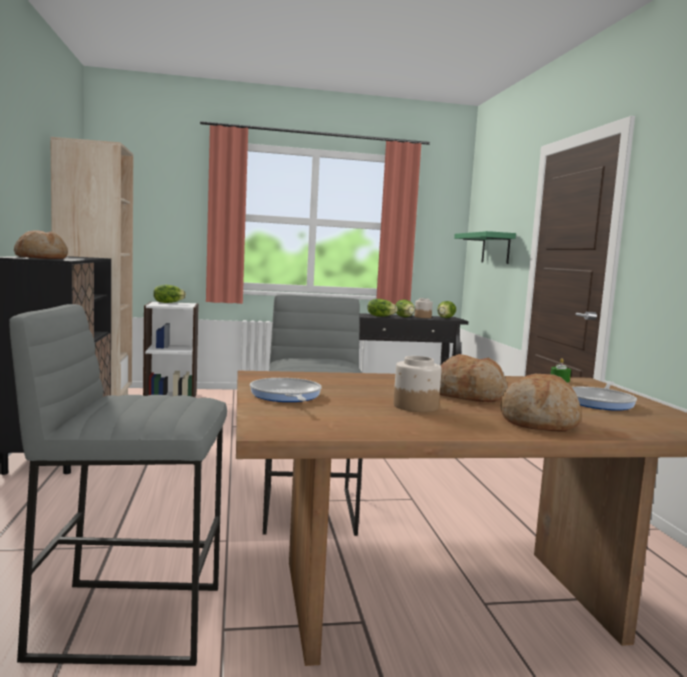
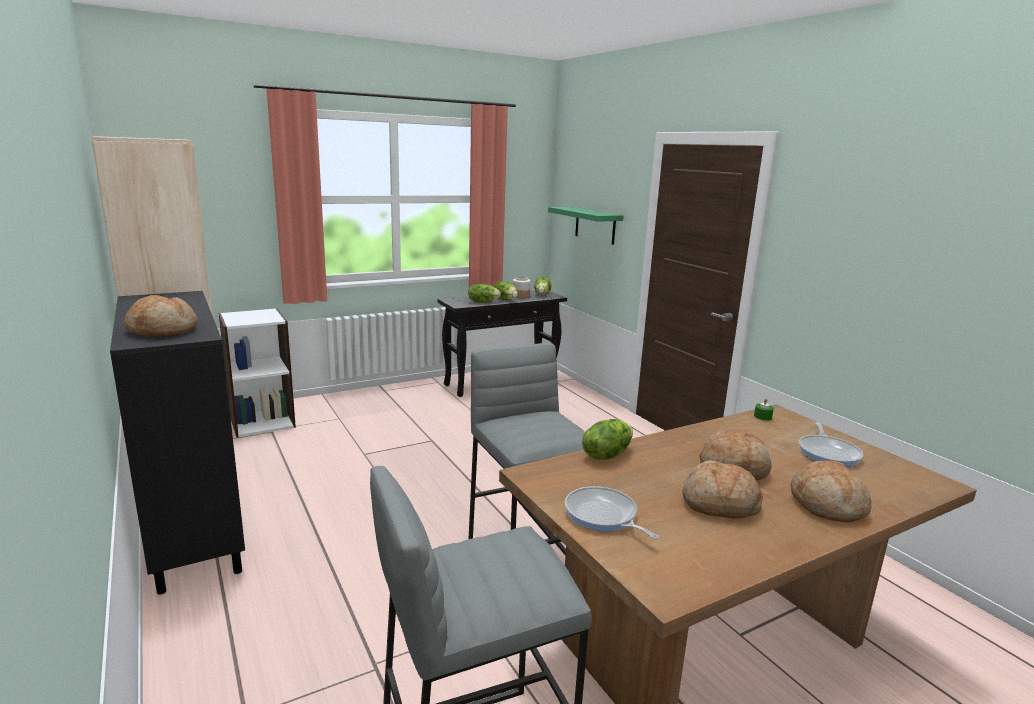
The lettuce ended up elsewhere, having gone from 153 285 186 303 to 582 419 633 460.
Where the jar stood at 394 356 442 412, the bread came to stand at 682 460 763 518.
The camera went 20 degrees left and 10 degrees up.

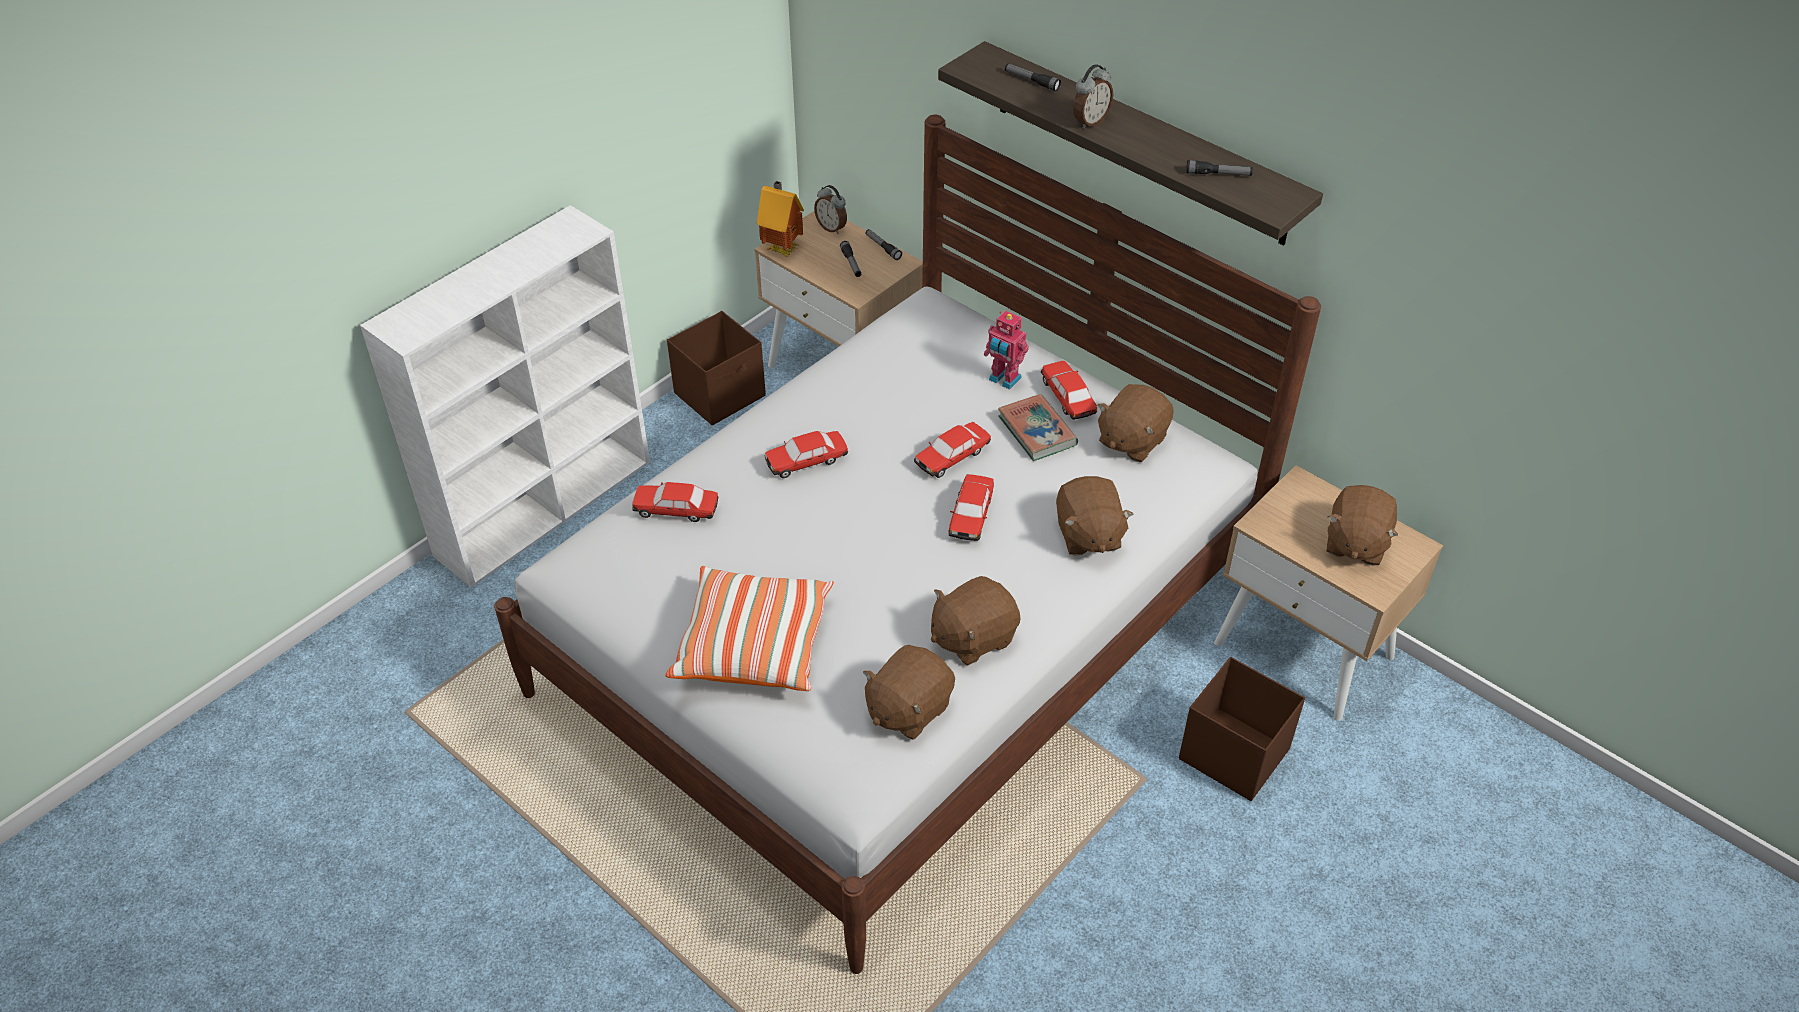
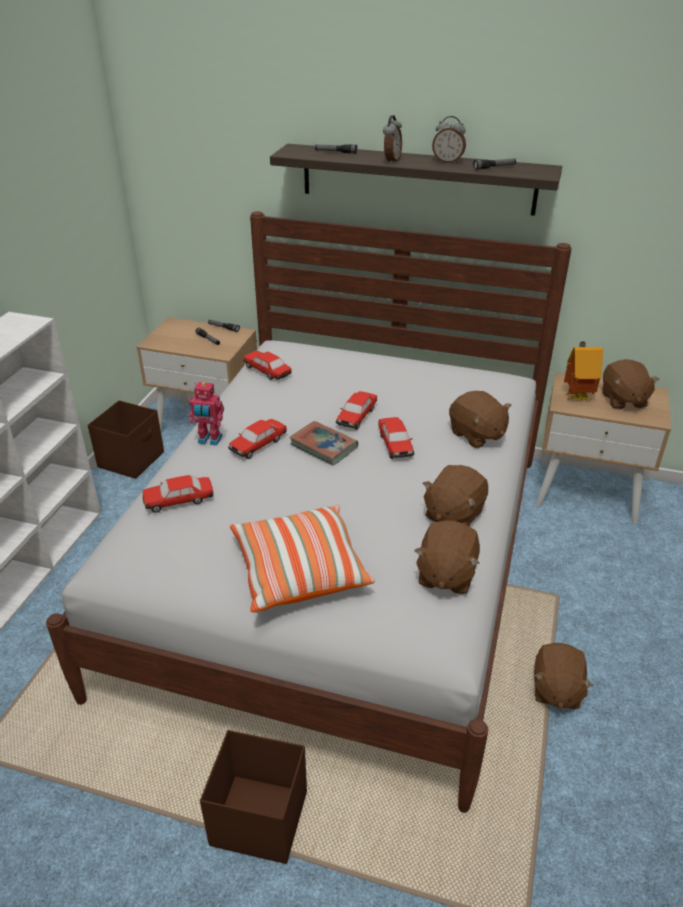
The toy house ended up elsewhere, having gone from 757 181 804 257 to 564 341 603 401.
The alarm clock ended up elsewhere, having gone from 814 185 847 234 to 432 116 466 164.
The toy robot ended up elsewhere, having gone from 984 310 1029 390 to 189 382 224 446.
The toy car ended up elsewhere, having gone from 1041 361 1097 420 to 243 351 292 380.
The plush toy (brown) ended up elsewhere, having gone from 1097 384 1174 462 to 534 643 593 709.
The book ended up elsewhere, having gone from 998 394 1078 461 to 289 421 358 466.
The storage box (brown) ended up elsewhere, having gone from 1179 657 1305 801 to 200 730 307 864.
The camera went 25 degrees left and 10 degrees down.

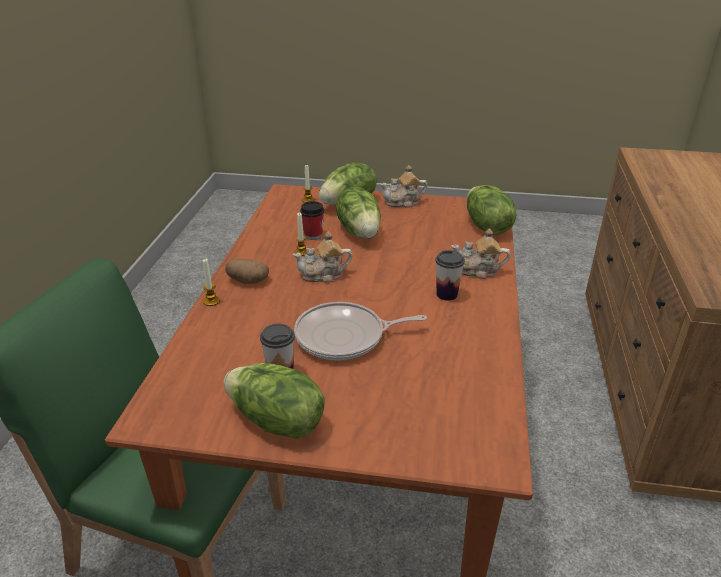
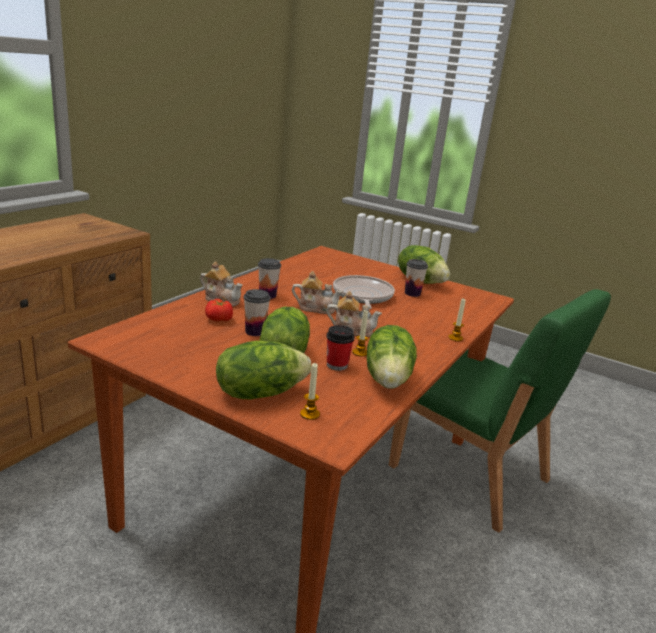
The teapot ended up elsewhere, having gone from 380 165 427 207 to 292 271 343 314.
The lettuce ended up elsewhere, having gone from 467 185 517 235 to 367 325 417 389.
The second view lost the potato at 225 259 269 284.
The frying pan at 294 302 427 360 ended up facing another way, 105 degrees counterclockwise from before.
The second view gained the cup at 244 289 271 336.
The second view gained the tomato at 205 299 233 321.
The camera went 160 degrees left and 10 degrees down.

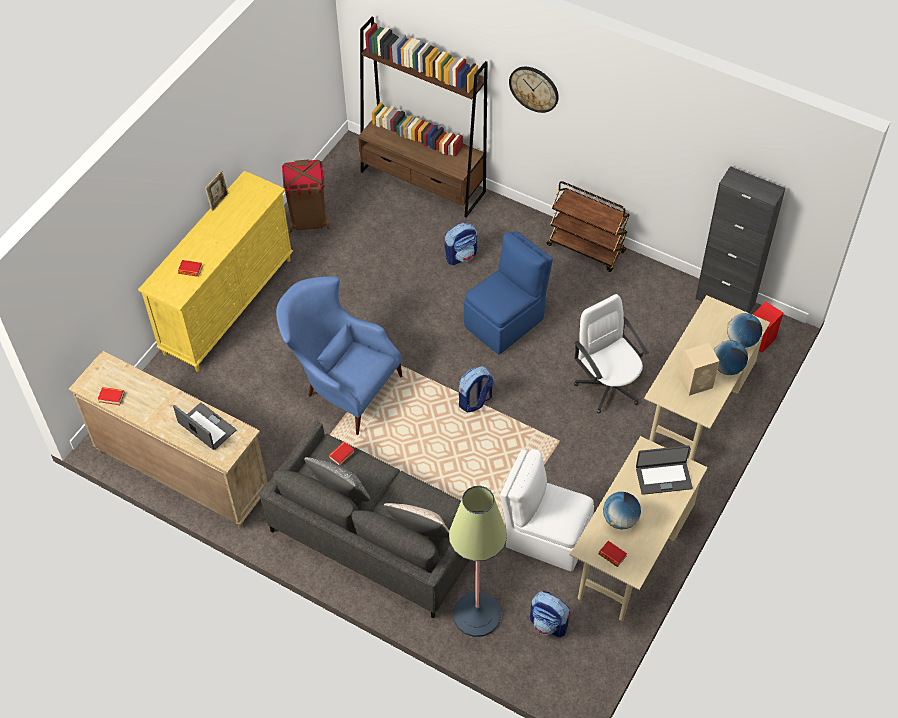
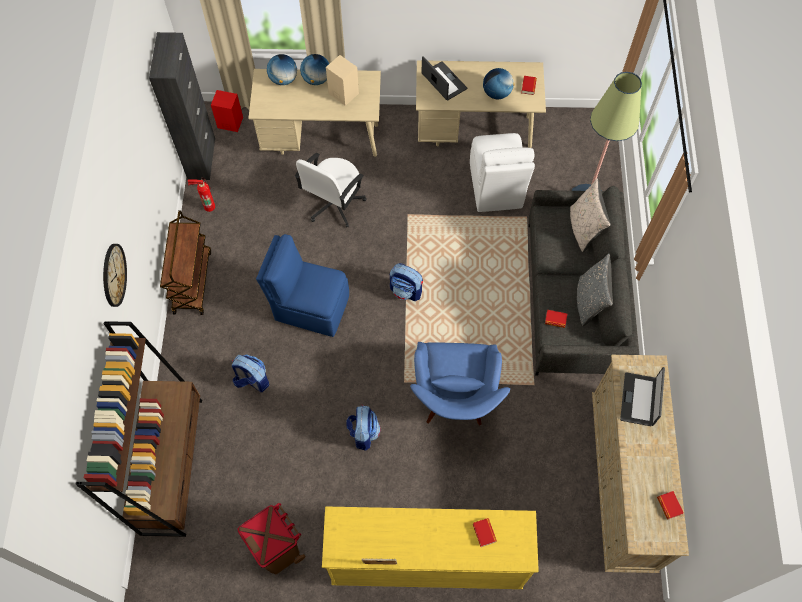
The backpack ended up elsewhere, having gone from 530 591 570 637 to 346 405 381 451.
The second view gained the fire extinguisher at 188 178 215 212.
The camera went 120 degrees left and 10 degrees up.

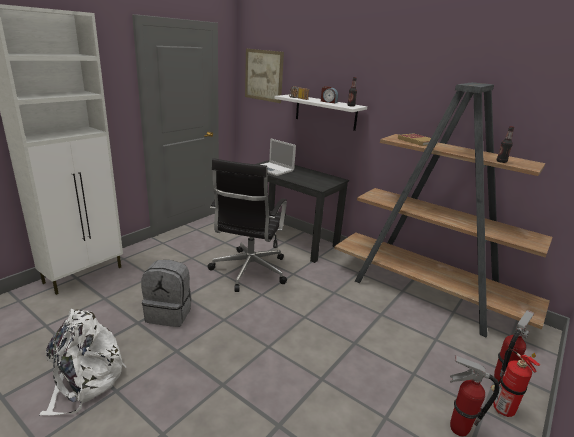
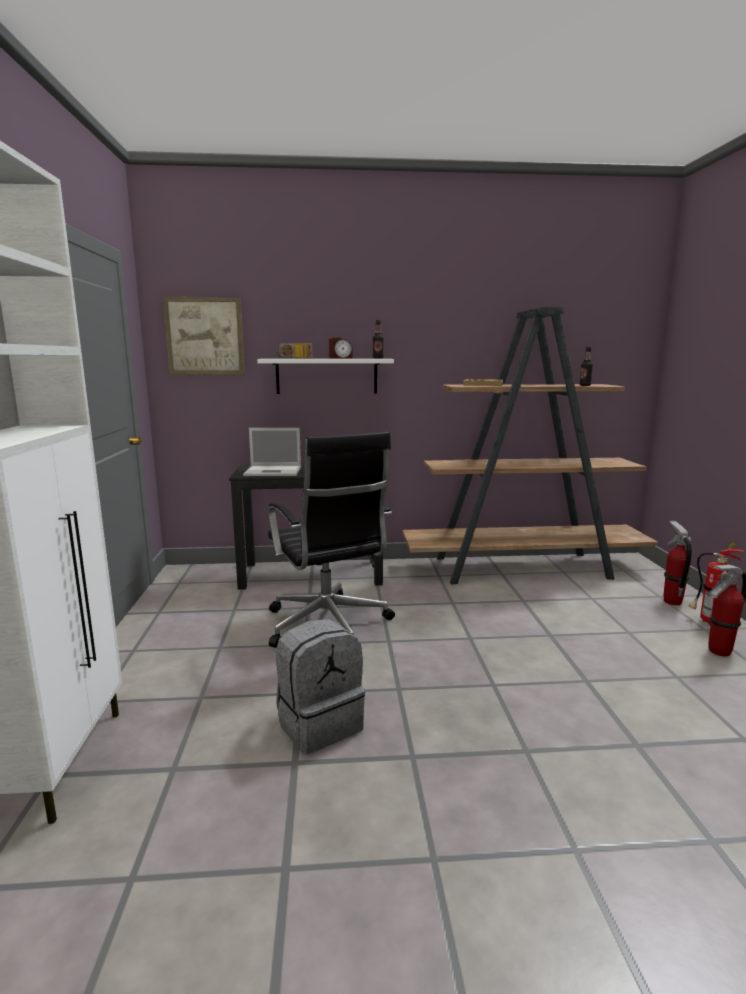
The second view lost the backpack (white) at 39 309 126 416.
The camera went 40 degrees left and 10 degrees down.

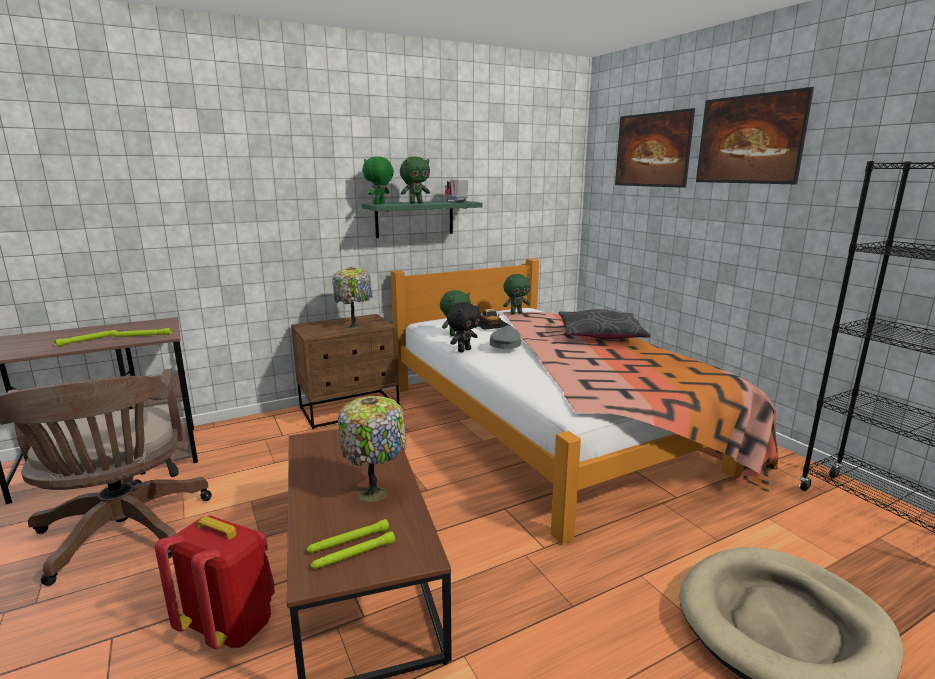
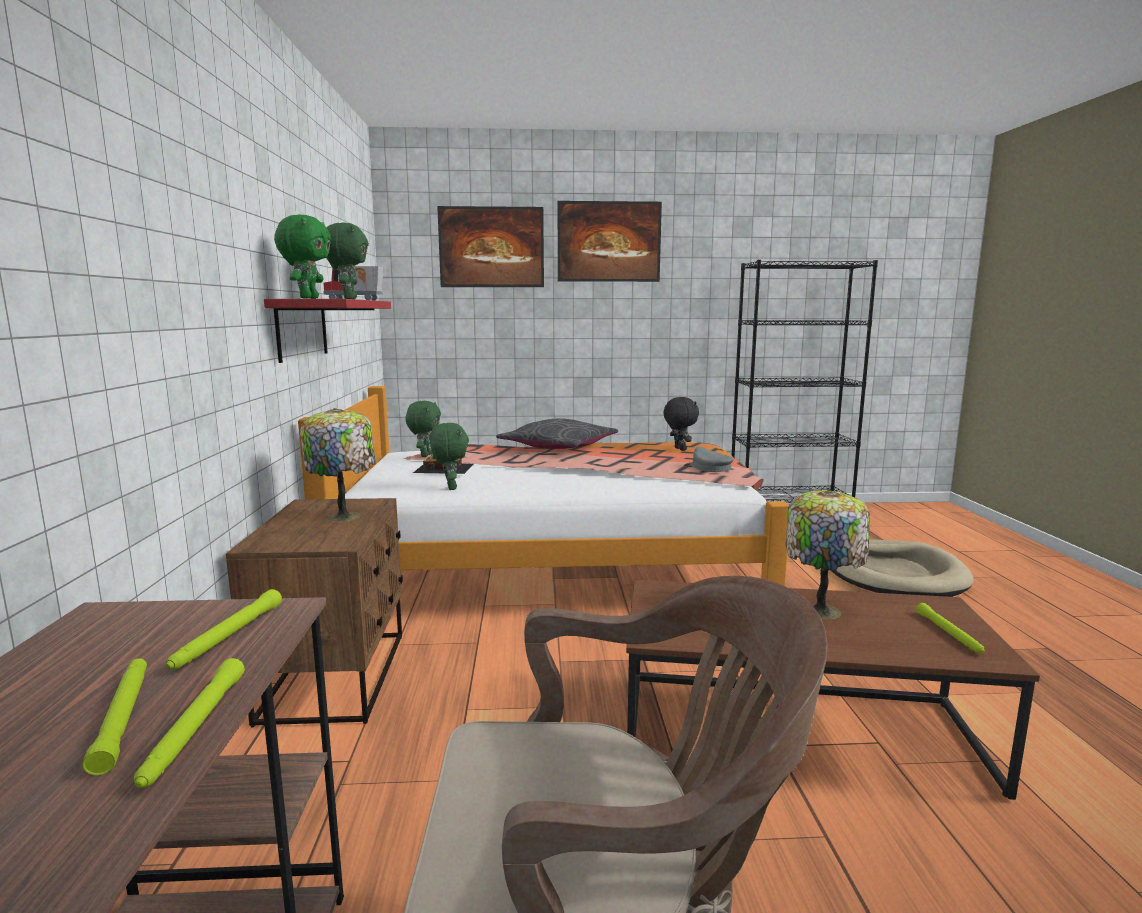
The plush toy (green) at 363 156 394 204 ended up facing another way, 135 degrees counterclockwise from before.
What was the shelf (green) at 362 201 482 238 turned into the shelf (red) at 264 299 391 363.
The plush toy (black) ended up elsewhere, having gone from 447 302 481 352 to 663 397 699 451.
The cap (grey) ended up elsewhere, having gone from 490 325 522 349 to 684 447 734 472.
The second view lost the backpack (red) at 155 516 275 649.
The flashlight (green) ended up elsewhere, having gone from 307 519 389 553 to 134 658 245 788.
The camera went 65 degrees left and 5 degrees down.

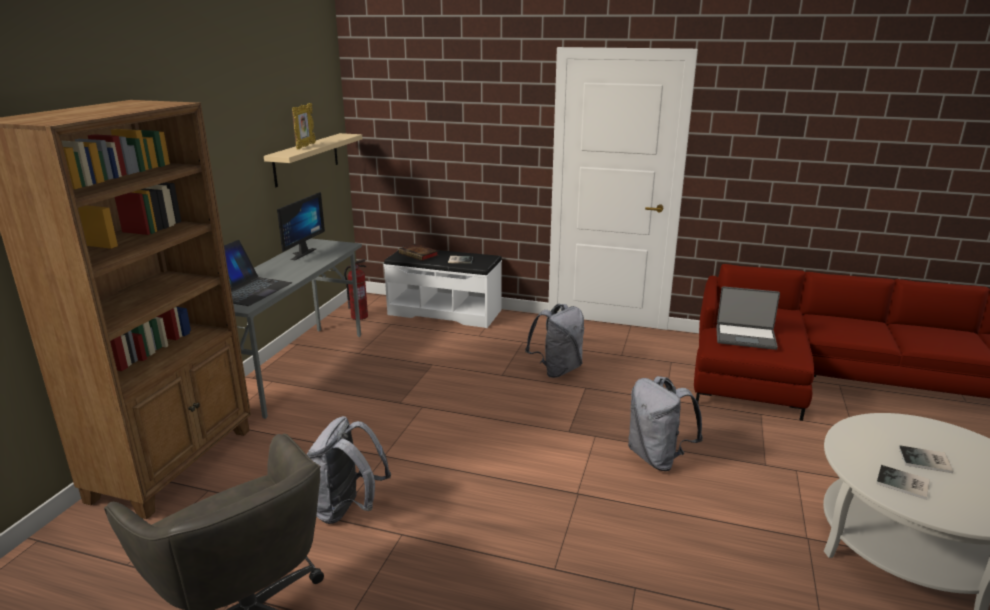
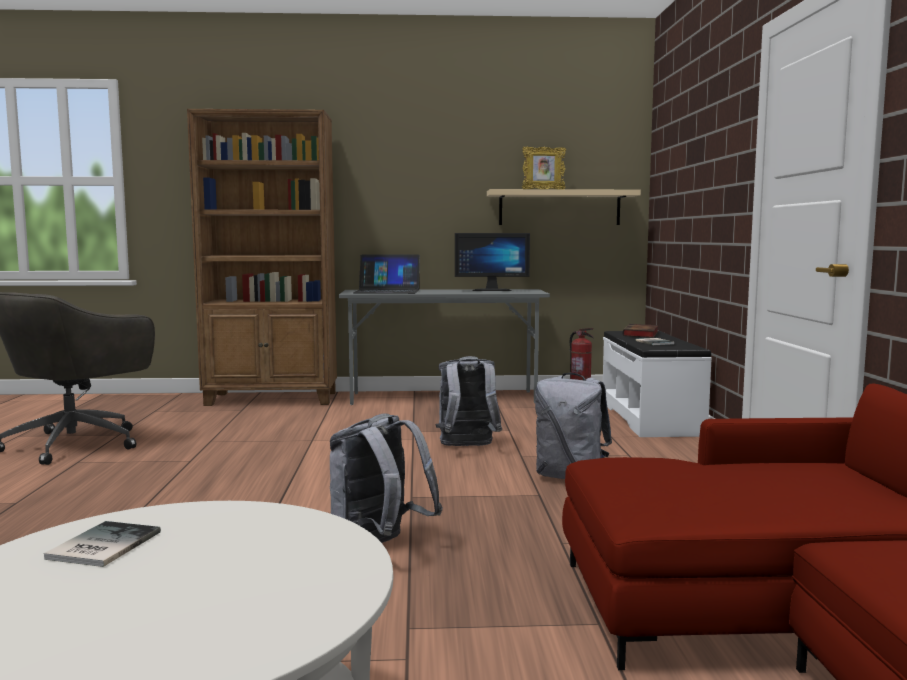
The second view lost the laptop at 716 286 780 350.
The backpack (grey) ended up elsewhere, having gone from 306 416 391 524 to 435 356 502 446.
The second view lost the book at 899 445 953 473.
The camera went 70 degrees right and 15 degrees down.

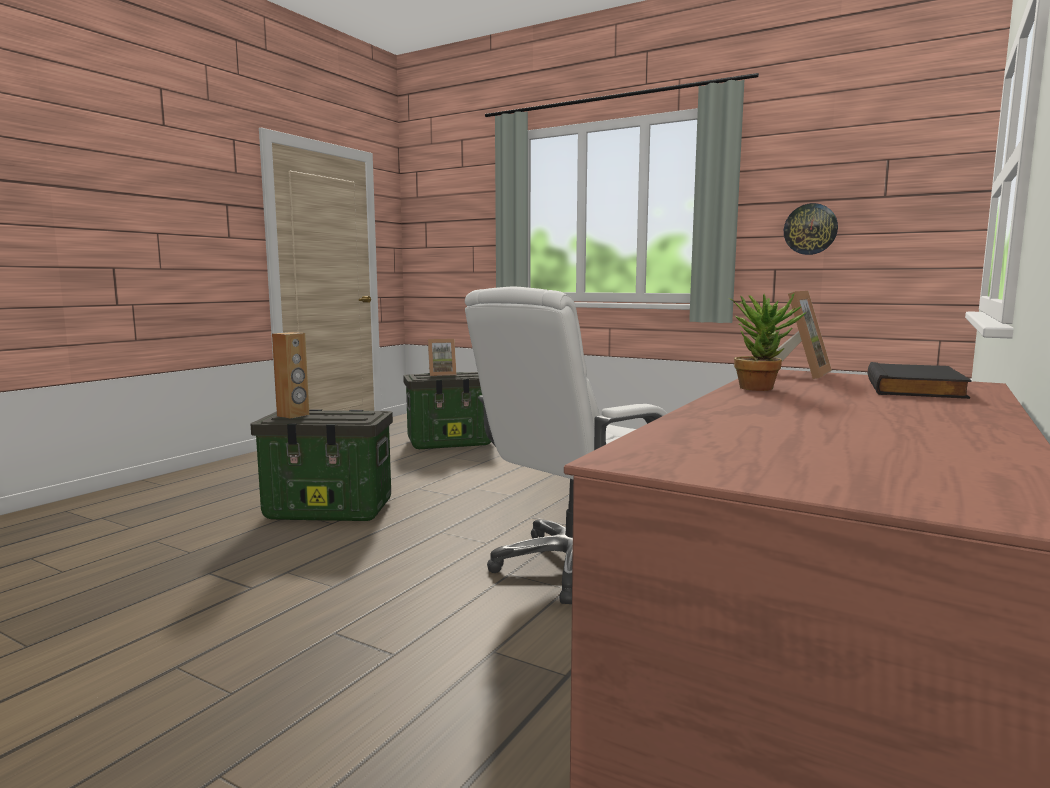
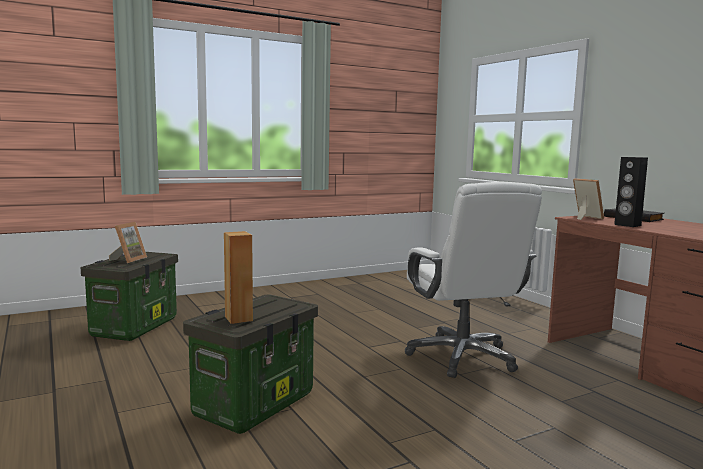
The second view lost the wall clock at 784 203 838 255.
Where the potted plant stood at 729 294 806 391, the speaker (black) came to stand at 614 157 648 227.
The camera went 60 degrees left and 0 degrees up.

